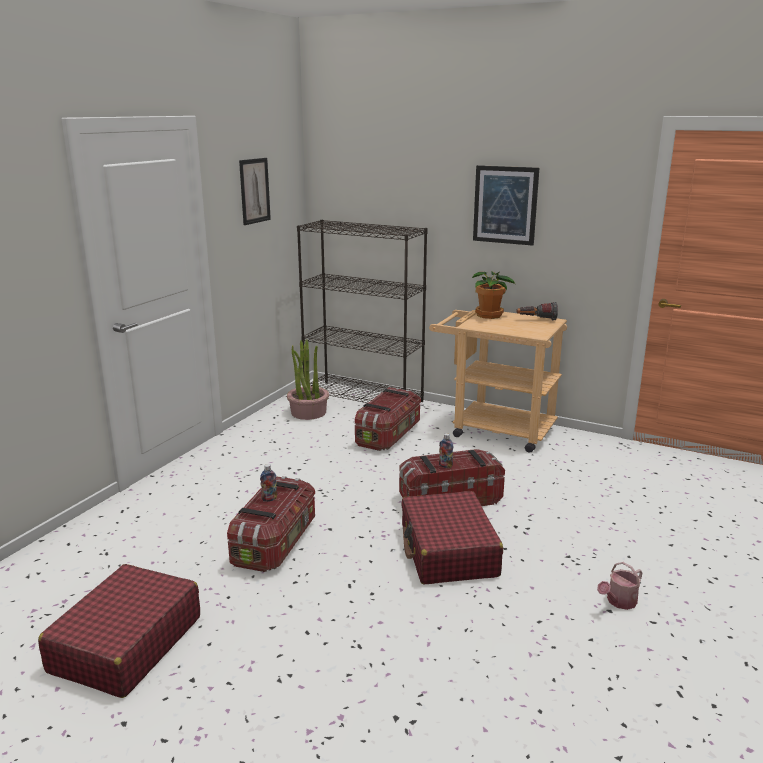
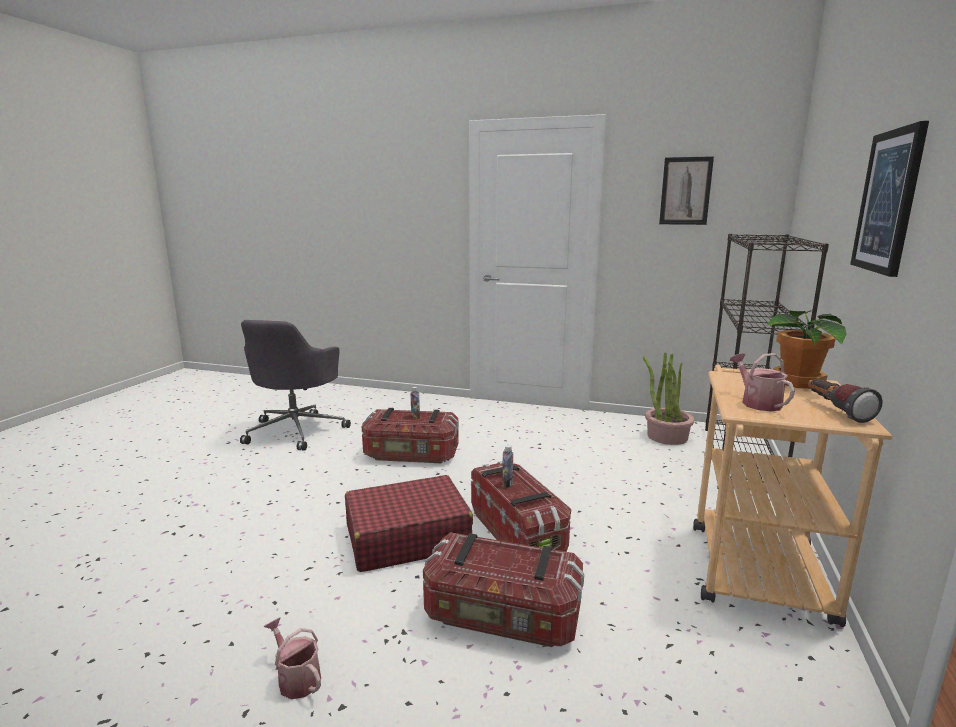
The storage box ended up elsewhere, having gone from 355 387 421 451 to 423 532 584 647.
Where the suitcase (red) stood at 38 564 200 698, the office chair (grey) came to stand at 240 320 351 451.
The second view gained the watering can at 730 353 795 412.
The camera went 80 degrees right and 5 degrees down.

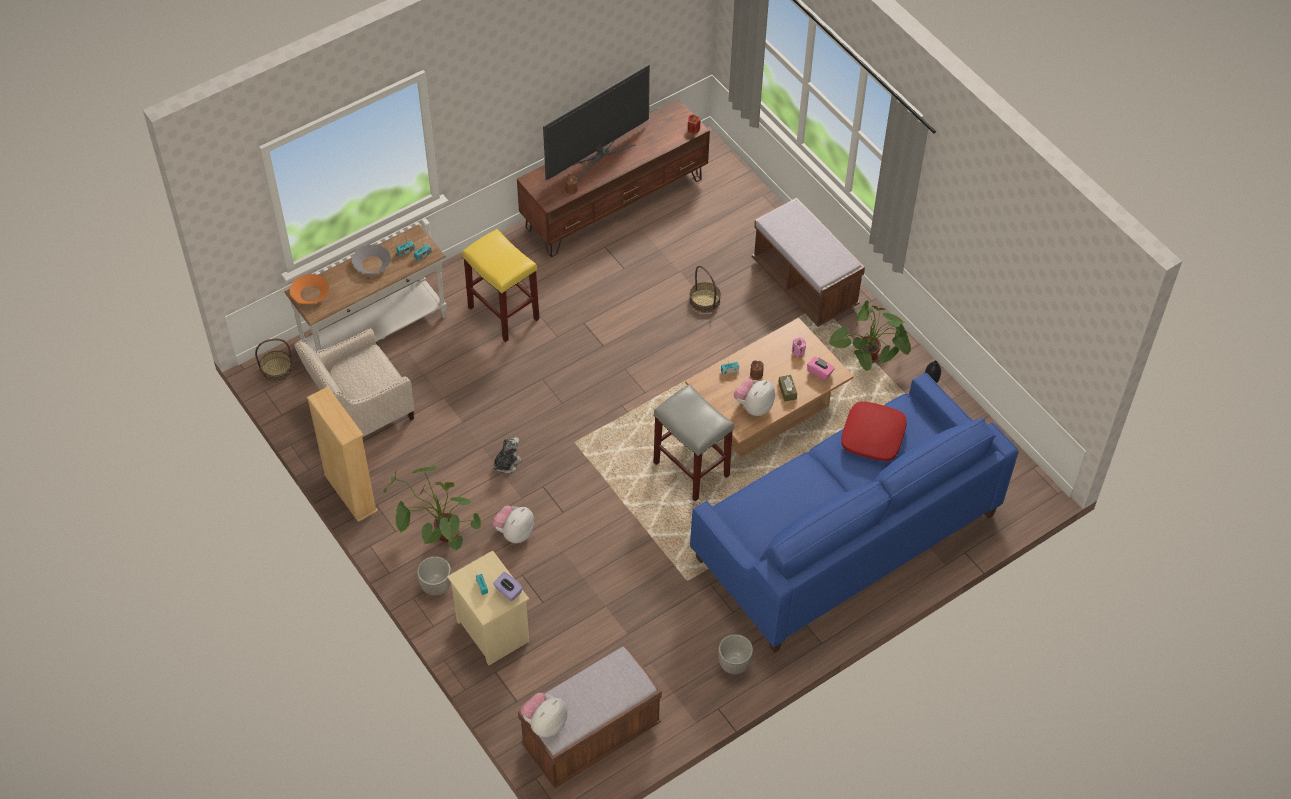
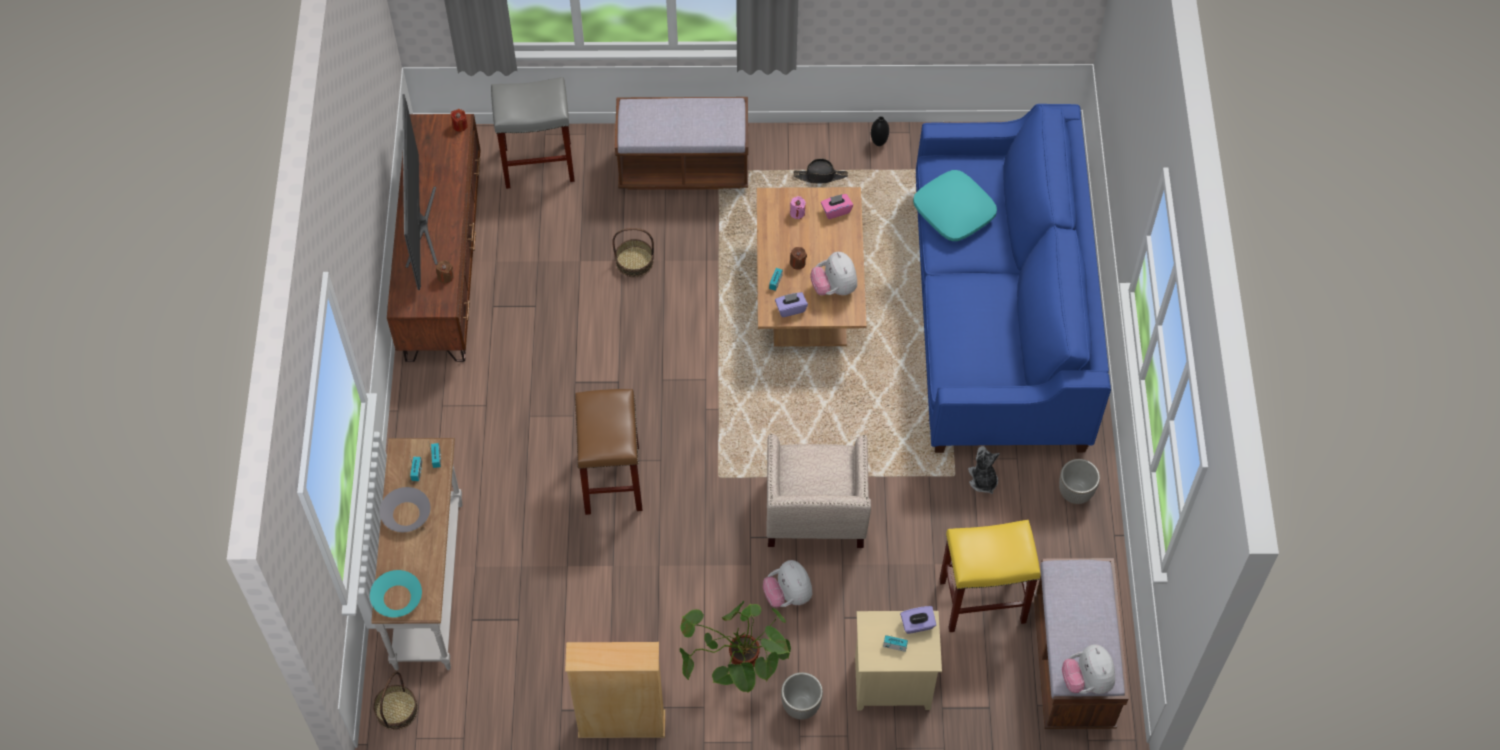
The stool (yellow) ended up elsewhere, having gone from 462 229 540 342 to 939 520 1041 632.
What was the bowl (orange) at 290 274 329 304 turned into the bowl (turquoise) at 370 570 422 617.
Where the potted plant stood at 827 300 911 371, the hat (black) came to stand at 793 159 848 184.
The armchair (beige) ended up elsewhere, having gone from 294 328 415 437 to 766 434 871 548.
The second view lost the tissue box (brown) at 778 375 797 401.
The stool (grey) ended up elsewhere, having gone from 653 384 734 501 to 491 77 575 189.
What was the pillow (red) at 841 401 907 461 turned into the pillow (turquoise) at 913 170 997 241.
The plush toy ended up elsewhere, having gone from 493 437 522 473 to 968 446 1000 494.
The second view gained the tissue box (purple) at 775 292 808 317.
The second view gained the stool (brown) at 575 389 643 515.
The camera went 55 degrees left and 5 degrees up.

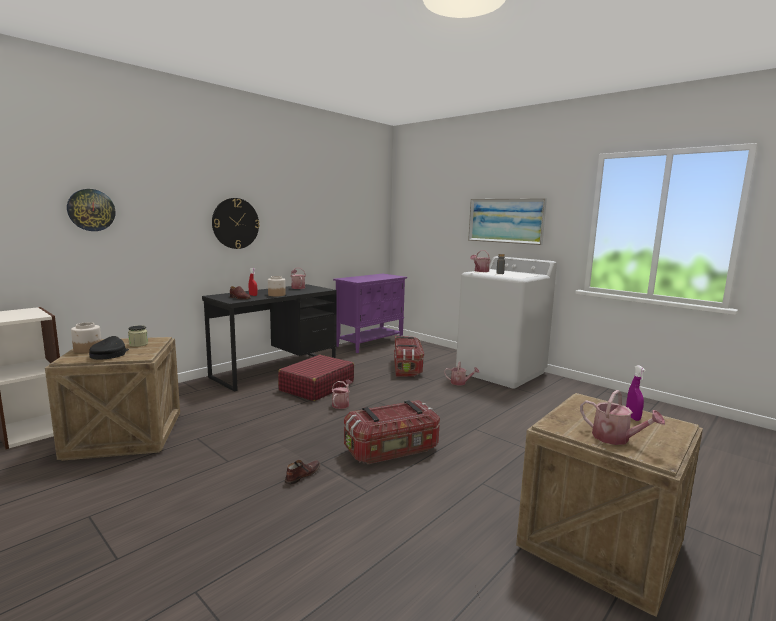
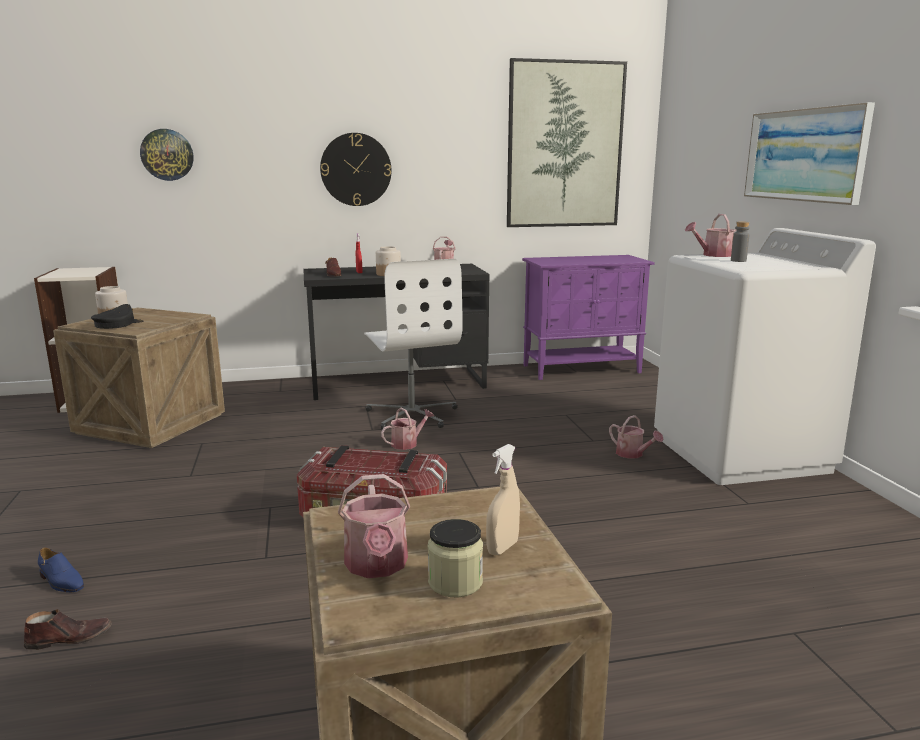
The jar ended up elsewhere, having gone from 128 325 148 347 to 428 519 483 597.
The second view lost the storage box at 394 336 424 377.
Where the suitcase (red) stood at 278 355 354 401, the office chair (white) came to stand at 364 259 463 429.
What was the spray bottle (purple) at 626 365 646 421 turned into the spray bottle (beige) at 486 444 520 555.
The shoe (brown) ended up elsewhere, having gone from 285 460 321 485 to 24 609 112 650.
The second view gained the picture at 507 58 627 227.
The second view gained the shoe (blue) at 38 548 84 592.
The camera went 35 degrees right and 5 degrees up.

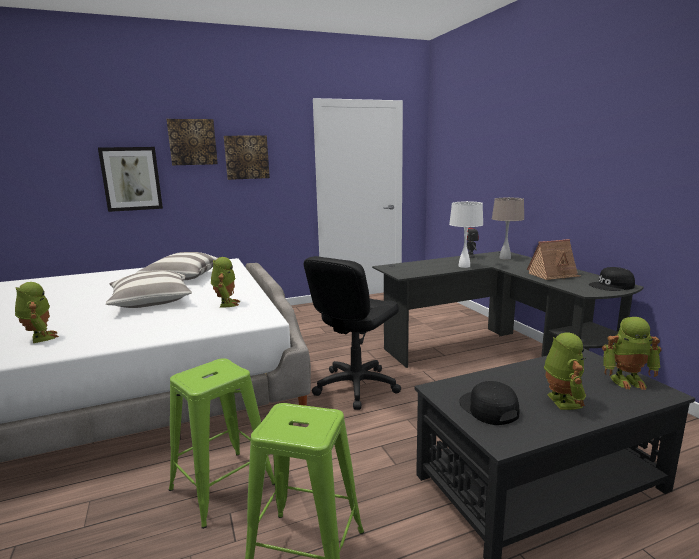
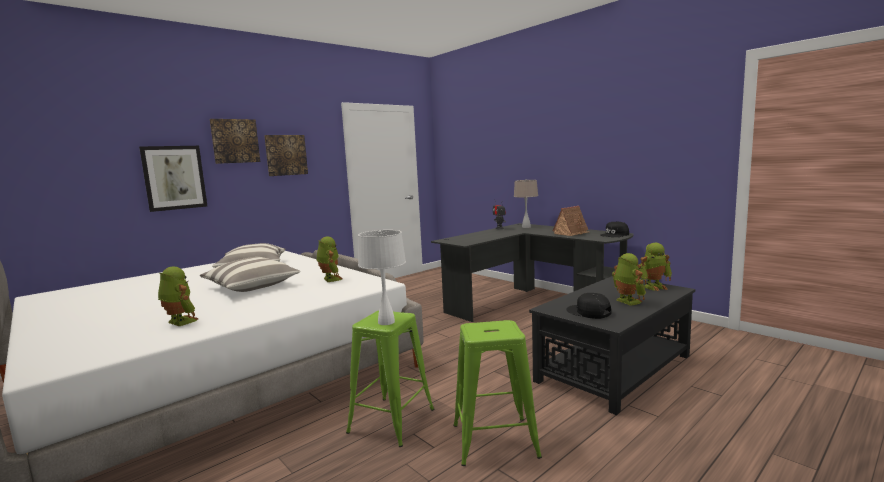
The table lamp (white) ended up elsewhere, having gone from 449 201 483 268 to 358 230 406 325.
The second view lost the office chair (black) at 304 256 401 410.
The camera went 20 degrees left and 5 degrees down.

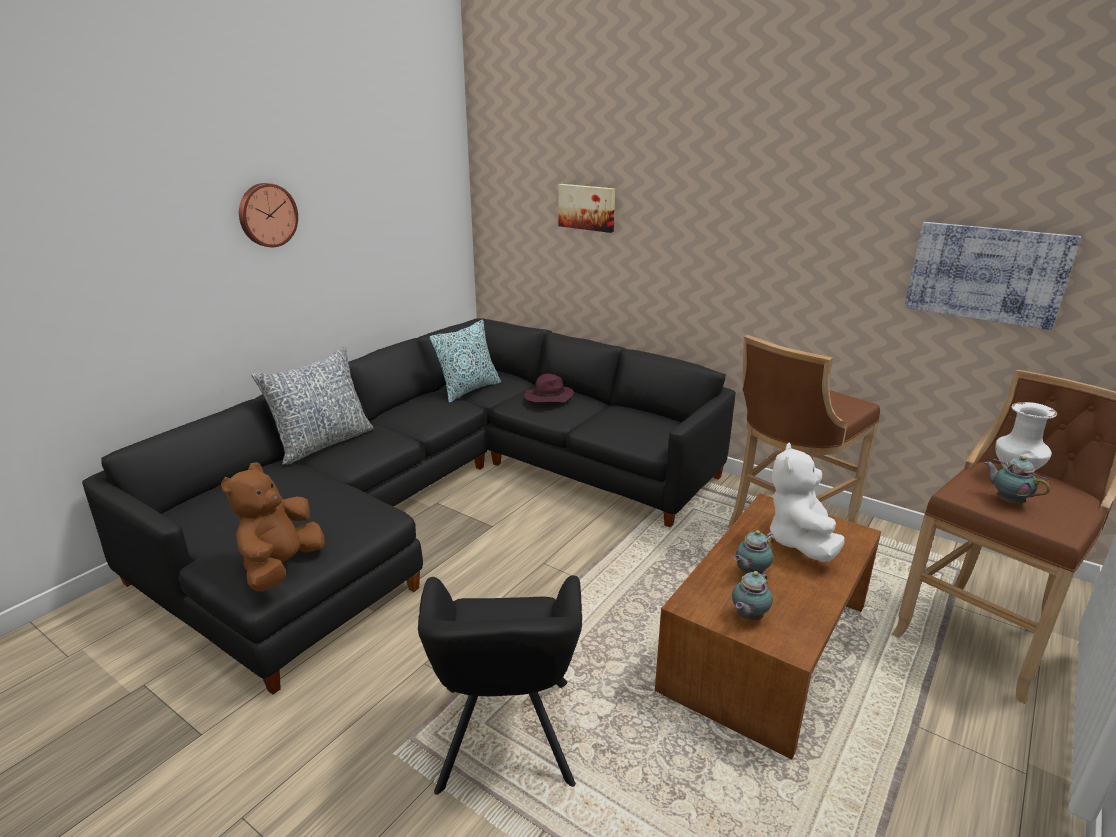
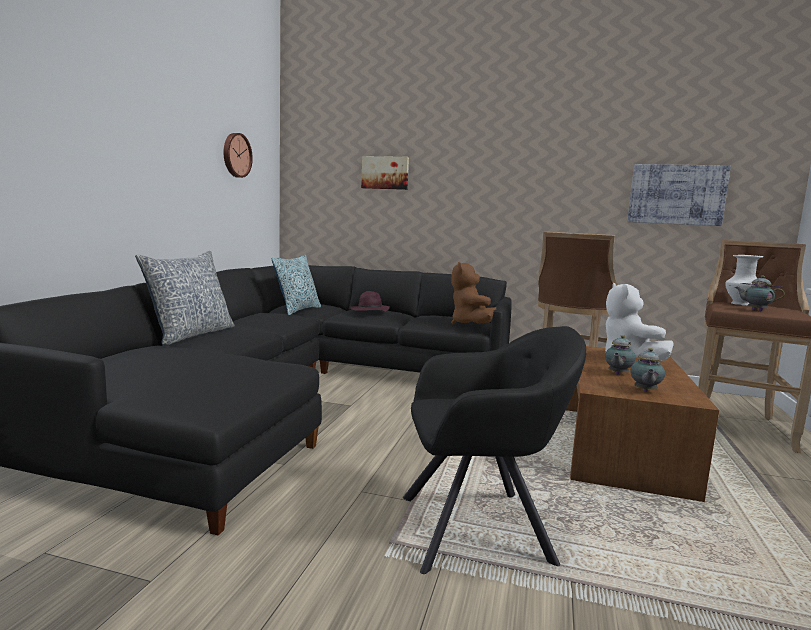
The wall clock ended up elsewhere, having gone from 239 183 298 247 to 223 133 253 178.
The plush toy (brown) ended up elsewhere, having gone from 221 462 325 591 to 451 262 496 324.
The armchair (black) at 418 575 582 795 ended up facing another way, 75 degrees counterclockwise from before.
The camera went 20 degrees left and 15 degrees down.

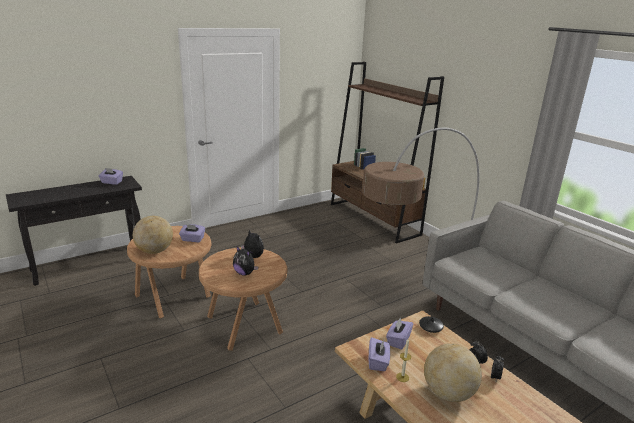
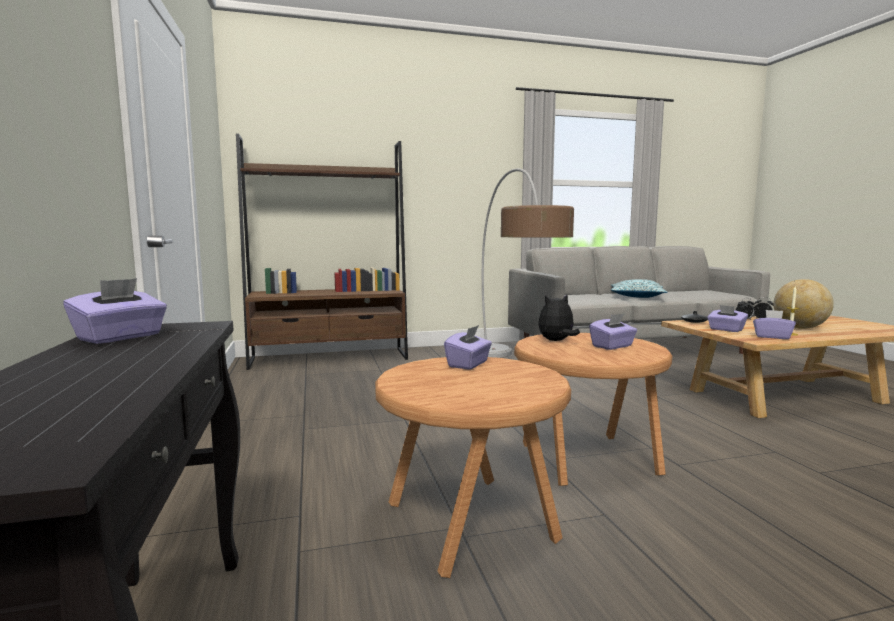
The second view lost the globe at 133 216 173 254.
Where the plush toy stood at 233 246 259 276, the tissue box (purple) came to stand at 589 313 637 350.
The second view gained the pillow at 611 279 668 298.
The camera went 70 degrees left and 15 degrees down.

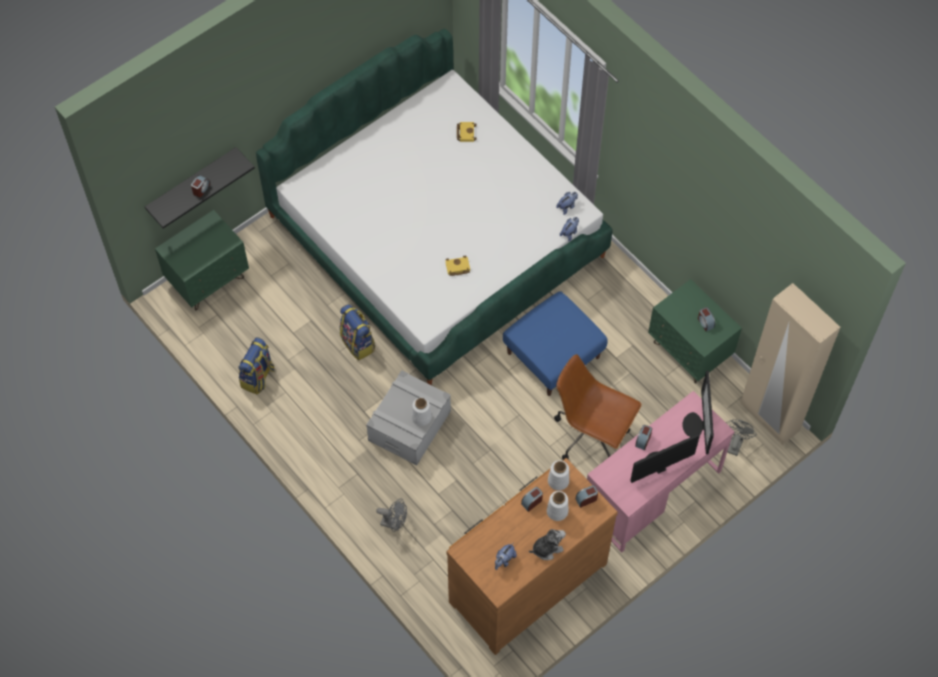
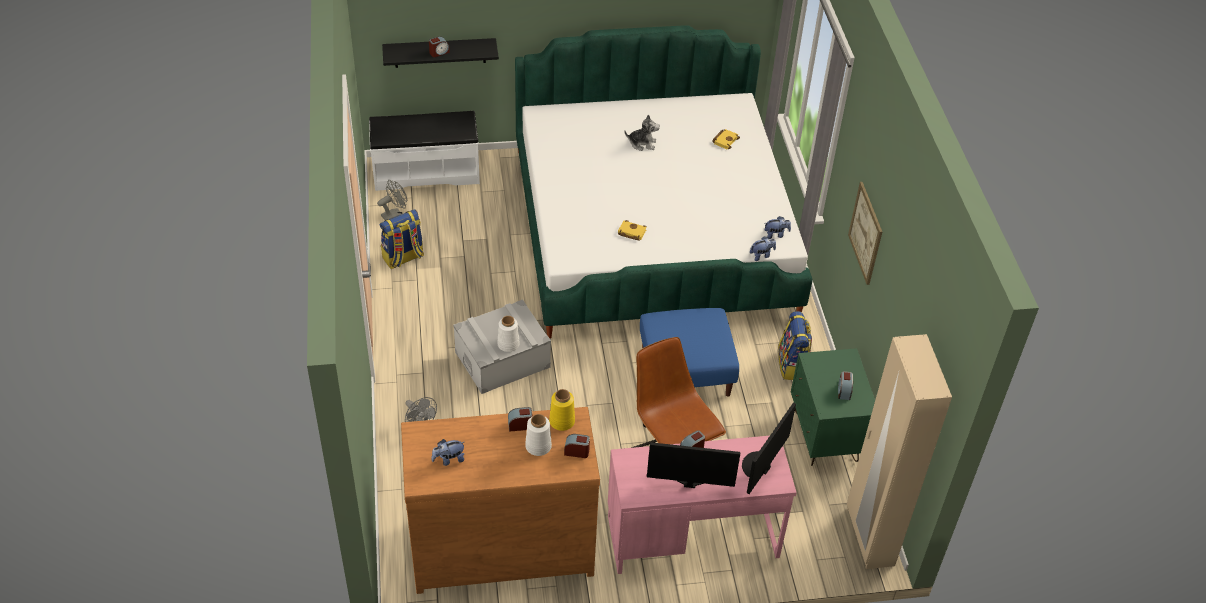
Where the nightstand (green) stood at 155 210 249 310, the bench (white) came to stand at 369 111 480 191.
The backpack ended up elsewhere, having gone from 339 304 375 361 to 778 311 812 380.
The fan (grey) ended up elsewhere, having gone from 726 419 757 456 to 377 180 407 220.
What was the vase (white) at 548 460 569 490 turned into the vase (yellow) at 549 389 575 431.
The plush toy ended up elsewhere, having gone from 529 529 566 560 to 624 114 660 151.
The second view gained the picture at 848 182 882 285.
The camera went 30 degrees right and 15 degrees down.

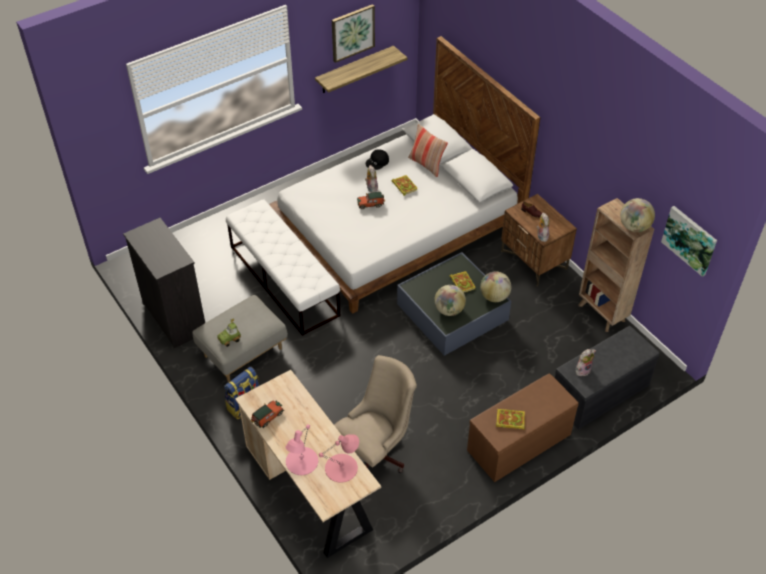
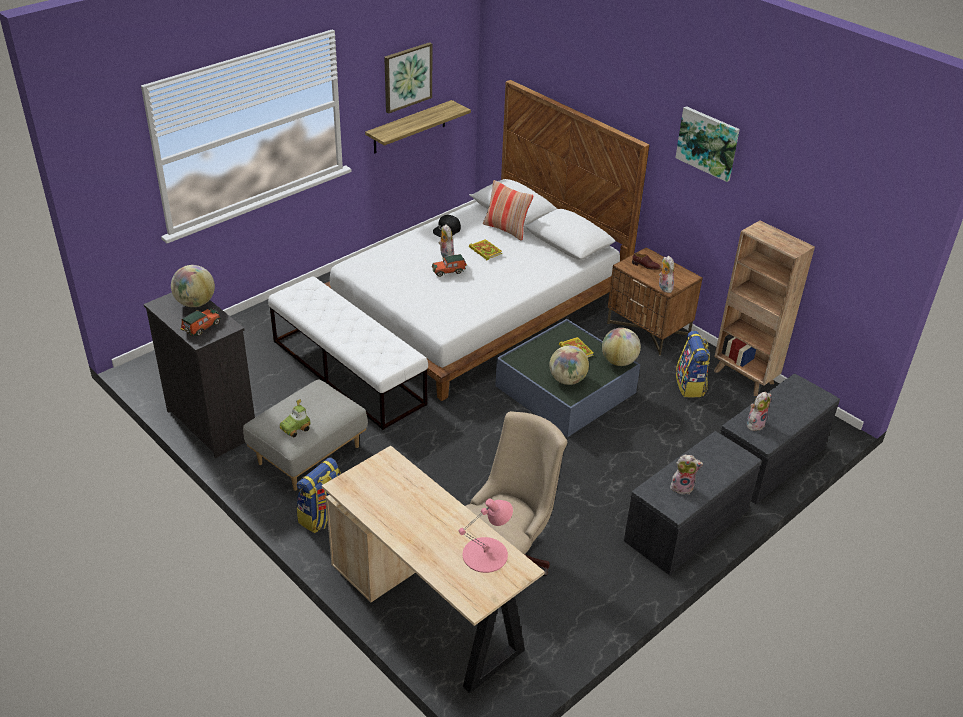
The globe ended up elsewhere, having gone from 620 198 655 232 to 171 265 215 307.
The picture ended up elsewhere, having gone from 661 206 717 277 to 675 106 740 182.
What was the bench (brown) at 467 373 579 482 turned into the bench (grey) at 624 431 762 575.
The toy car ended up elsewhere, having gone from 251 400 284 428 to 180 308 221 336.
Where the book stood at 496 409 525 429, the plush toy came to stand at 670 455 703 494.
The second view lost the table lamp (pink) at 285 424 318 475.
The second view gained the backpack at 676 331 710 397.
The camera went 10 degrees left and 10 degrees down.

